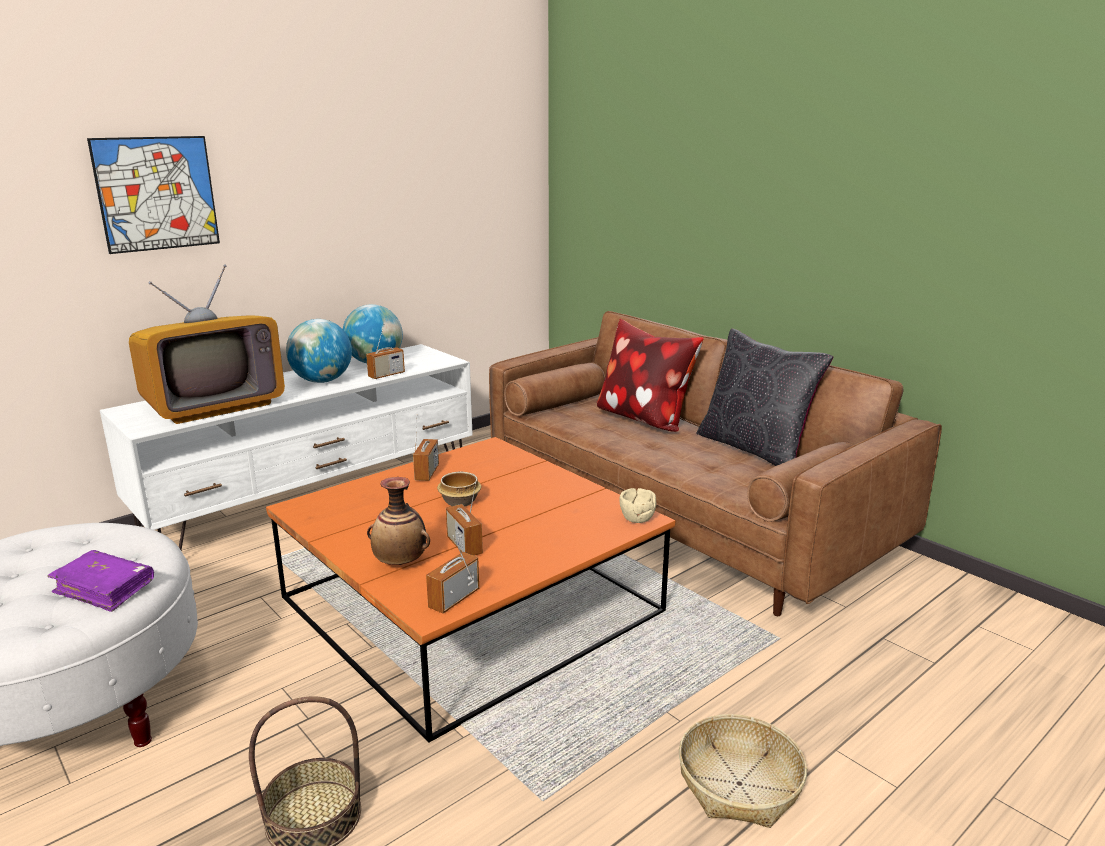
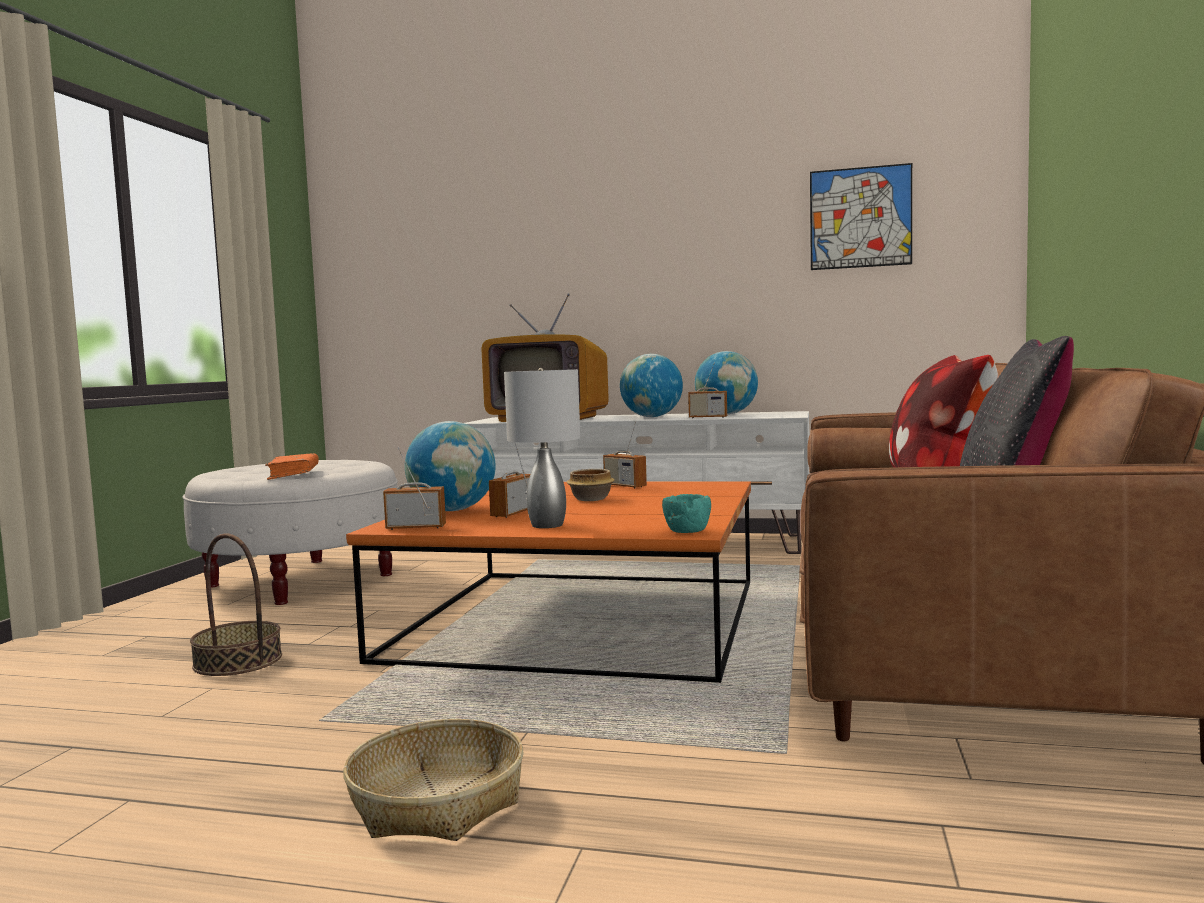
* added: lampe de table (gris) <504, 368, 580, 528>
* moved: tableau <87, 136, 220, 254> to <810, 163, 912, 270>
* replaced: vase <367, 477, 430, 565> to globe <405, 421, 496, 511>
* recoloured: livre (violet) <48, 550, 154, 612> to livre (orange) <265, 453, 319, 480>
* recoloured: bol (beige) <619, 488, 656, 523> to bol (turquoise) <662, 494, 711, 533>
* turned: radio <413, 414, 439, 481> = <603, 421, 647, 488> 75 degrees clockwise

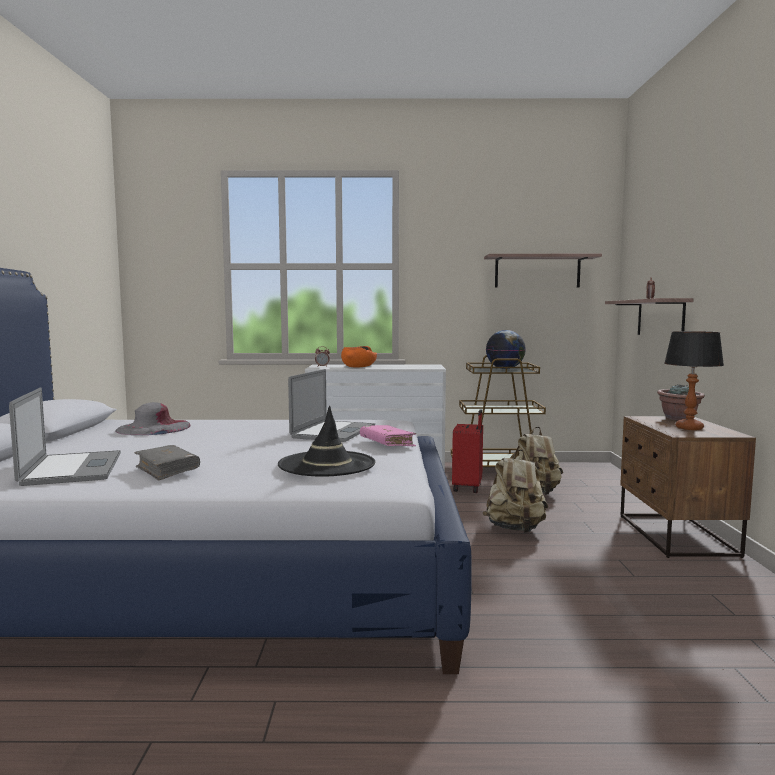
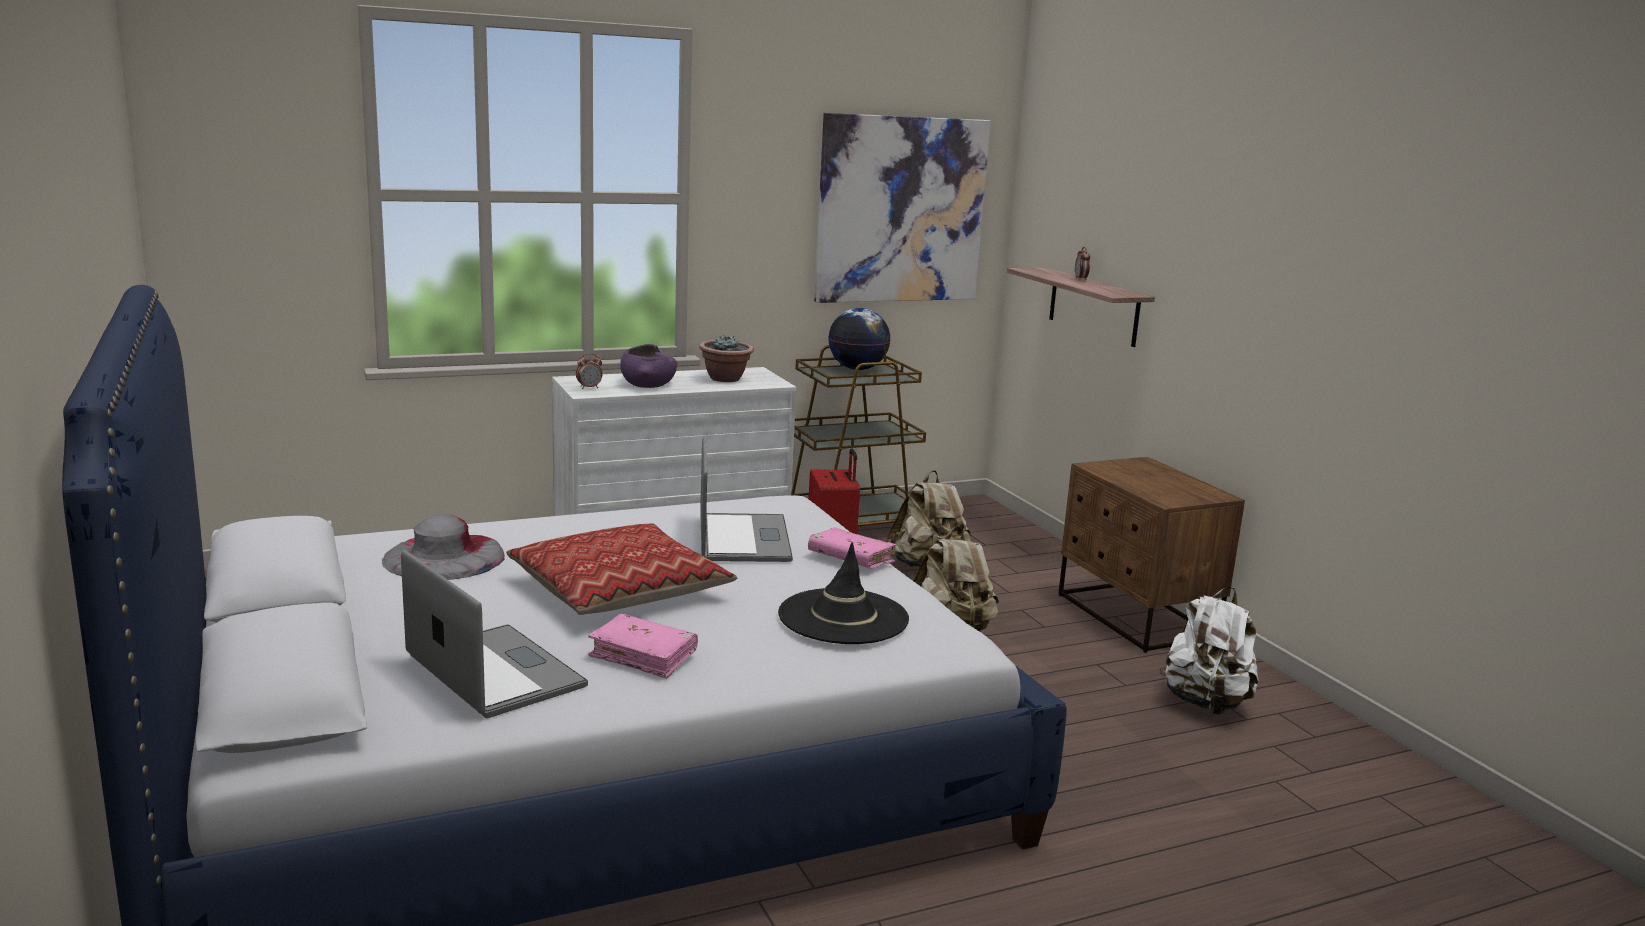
* removed: lampe de table <664, 331, 724, 430>
* added: coussin <506, 523, 737, 615>
* added: sac à dos (blanc) <1160, 587, 1259, 714>
* moved: plante en pot <657, 385, 705, 420> to <699, 335, 754, 382>
* replaced: étagère <484, 254, 602, 288> to tableau <814, 113, 991, 303>
* recoloured: livre (gris) <135, 445, 200, 481> to livre (rose) <588, 614, 698, 679>
* recoloured: bol (orange) <341, 346, 377, 367> to bol (violet) <620, 344, 677, 388>

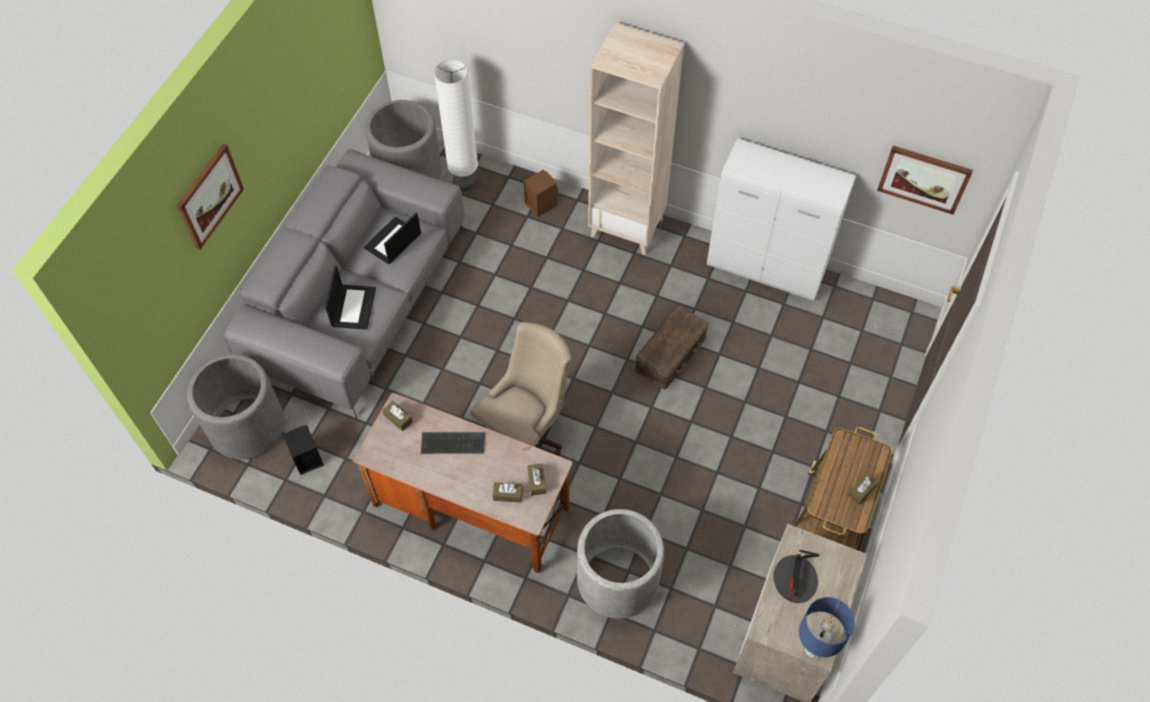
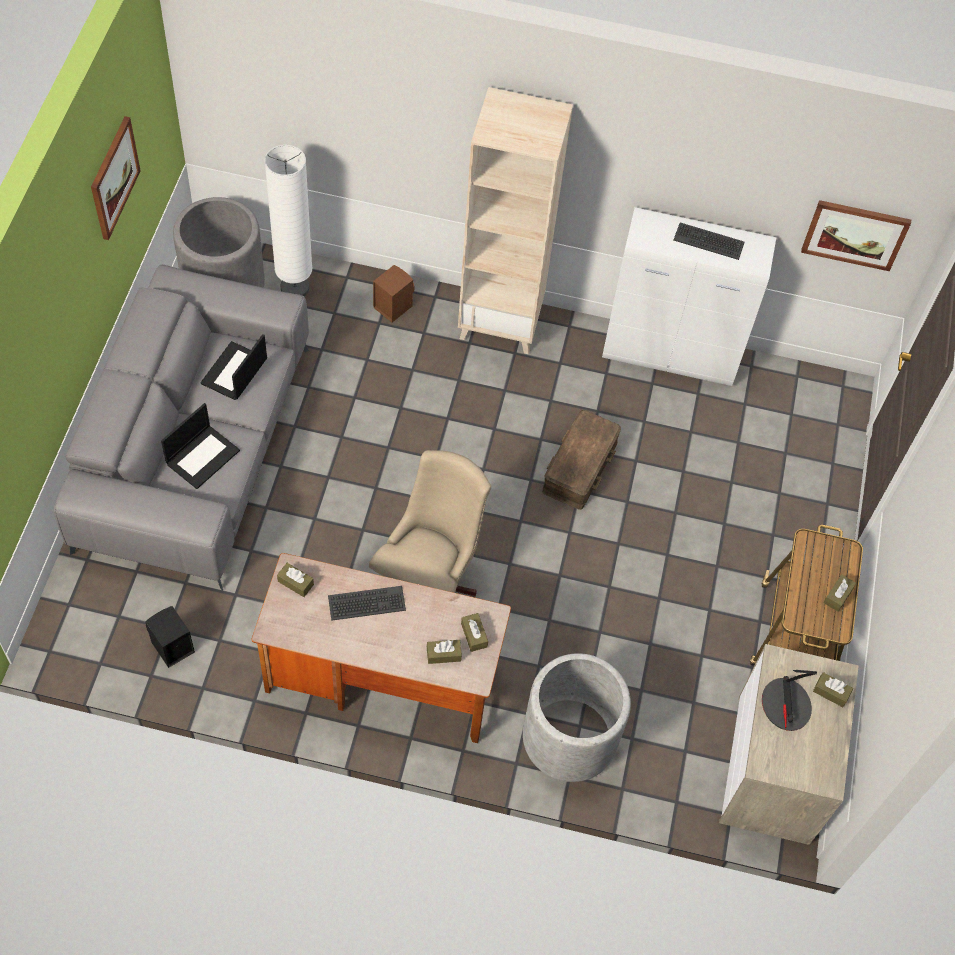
* removed: cache-pot (gris) <187, 354, 285, 460>
* removed: lampe de table (bleu) <799, 597, 855, 658>
* added: clavier <674, 222, 745, 260>
* added: boîte à mouchoirs (marron) <813, 672, 853, 707>
* moved: tableau <177, 144, 244, 250> to <91, 116, 141, 240>
* turned: ordinateur portable <325, 266, 376, 330> = <161, 403, 240, 489> 45 degrees clockwise

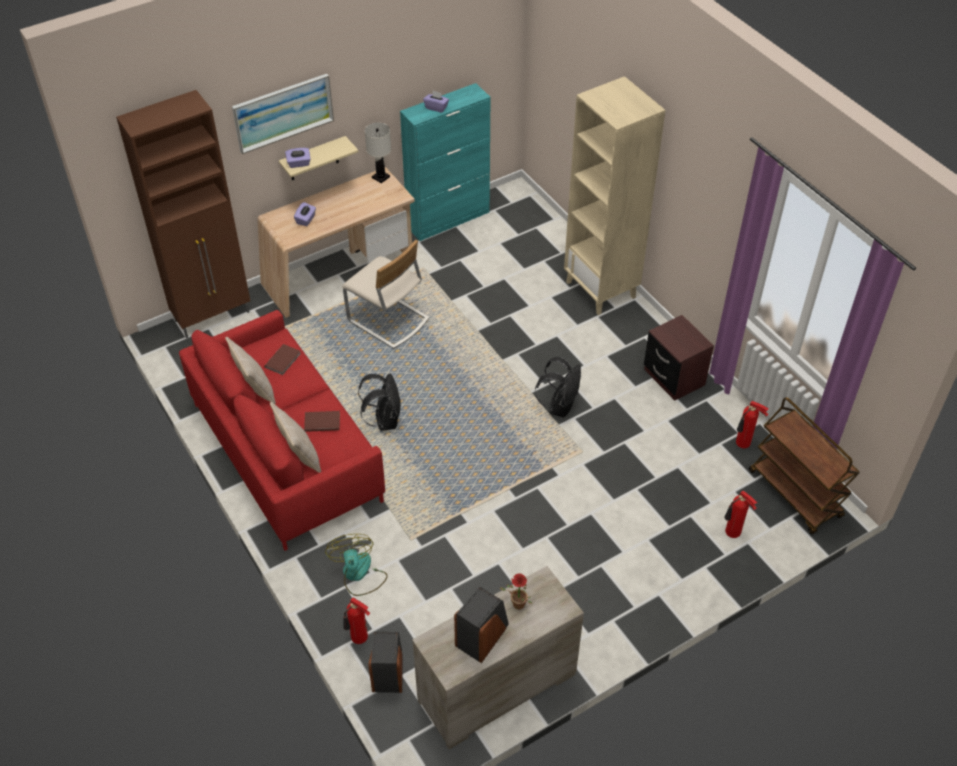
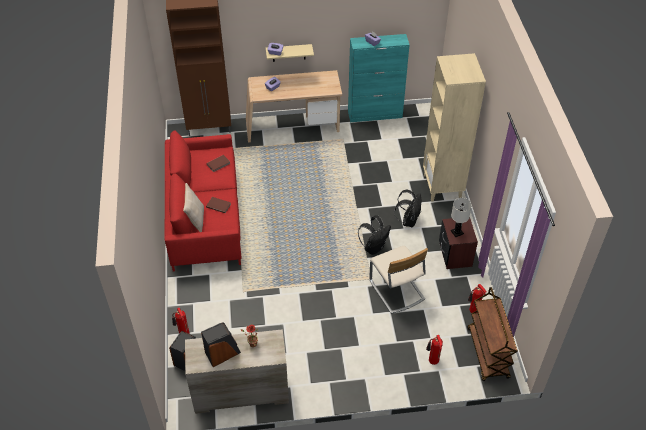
* removed: coussin (beige) <225, 337, 276, 404>
* removed: tableau <232, 74, 334, 154>
* removed: ventilateur <325, 534, 388, 596>
* moved: chaise (beige) <342, 240, 429, 349> to <369, 246, 428, 314>
* moved: sac à dos (noir) <358, 373, 401, 431> to <394, 189, 421, 227>
* moved: lampe de table (blanc) <365, 123, 391, 183> to <451, 198, 472, 237>

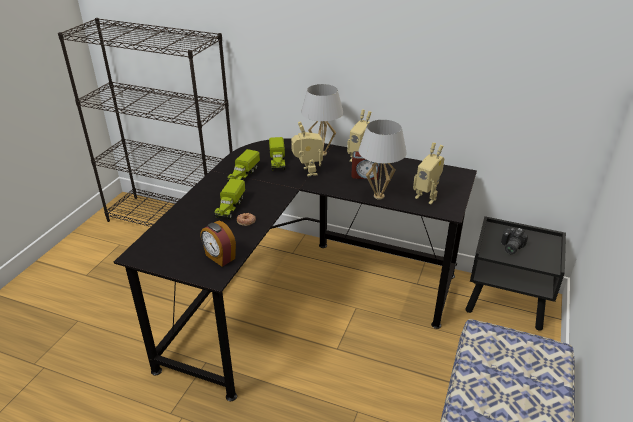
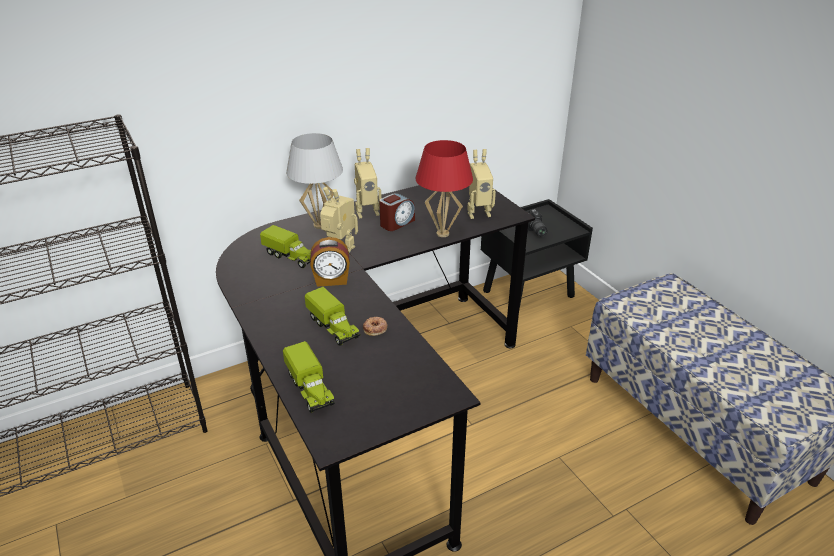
* moved: réveil <201, 221, 236, 267> to <310, 237, 350, 287>
* moved: camion jouet <227, 149, 260, 181> to <283, 341, 335, 413>
* recoloured: lampe de table (blanc) <358, 120, 407, 200> to lampe de table (rouge) <416, 140, 473, 237>

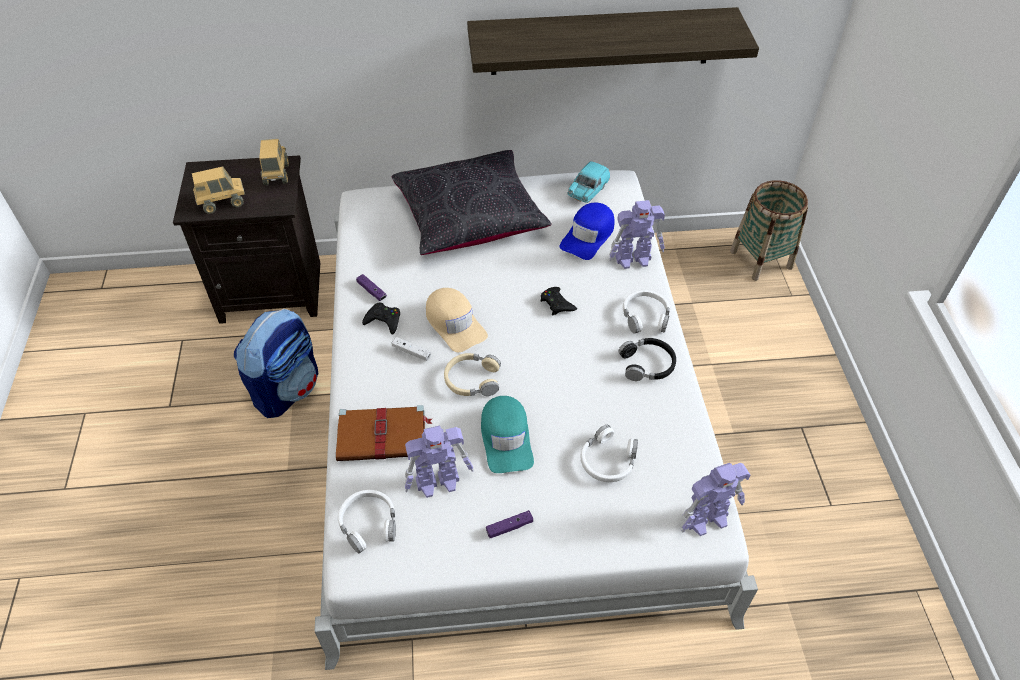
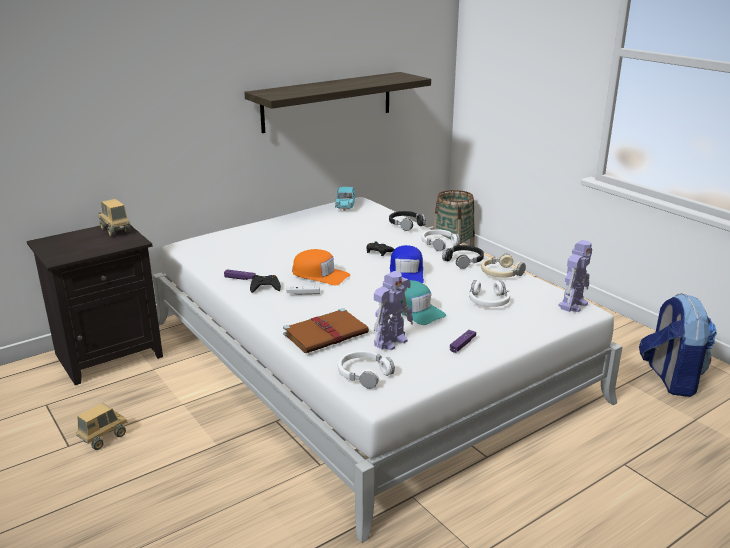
* removed: coussin (noir) <392, 150, 552, 255>
* moved: camion jouet <192, 167, 245, 214> to <76, 403, 127, 450>
* moved: sac à dos <234, 309, 319, 418> to <639, 293, 717, 397>
* moved: casque audio (beige) <444, 353, 501, 396> to <481, 254, 526, 278>
* moved: casquette (bleu) <560, 203, 615, 260> to <390, 245, 424, 283>
* replaced: robot jouet <609, 200, 665, 269> to casque audio (noir) <389, 211, 426, 231>
* recoloured: casquette (beige) <426, 288, 488, 353> to casquette (orange) <292, 249, 350, 285>

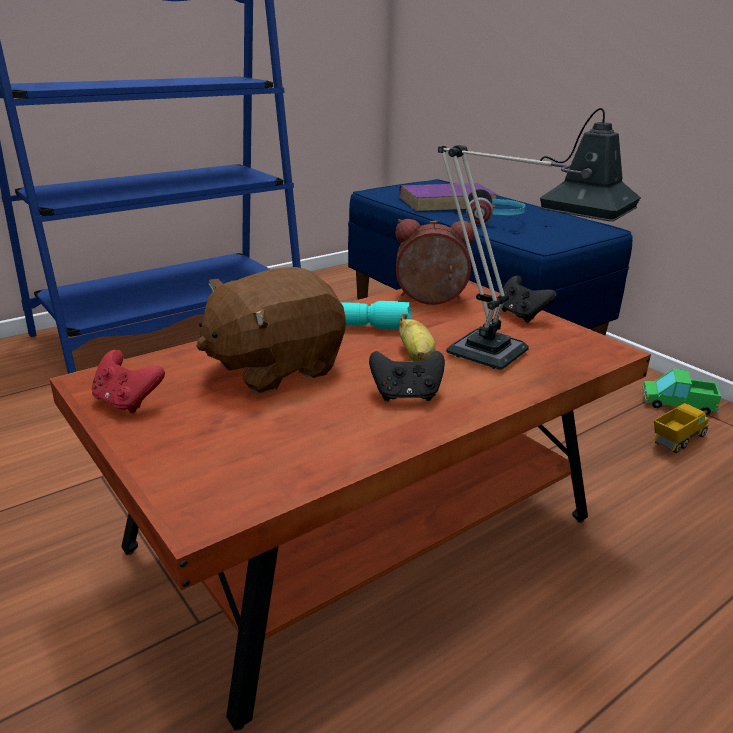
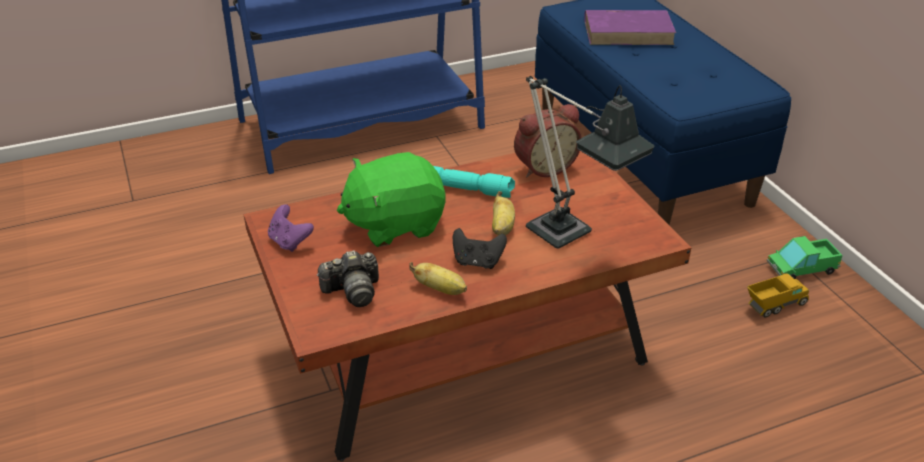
* removed: casque audio <466, 188, 525, 224>
* removed: manette (noir) <502, 276, 557, 323>
* added: appareil photo <317, 250, 379, 307>
* added: banane <409, 262, 467, 295>
* recoloured: manette (rouge) <91, 349, 165, 413> to manette (violet) <268, 204, 314, 252>
* recoloured: peluche (marron) <196, 267, 346, 394> to peluche (vert) <337, 152, 446, 247>
* turned: réveil <395, 219, 475, 305> = <514, 104, 581, 178> 135 degrees clockwise
* turned: camion jouet <643, 369, 721, 416> = <767, 236, 842, 279> 45 degrees counterclockwise

